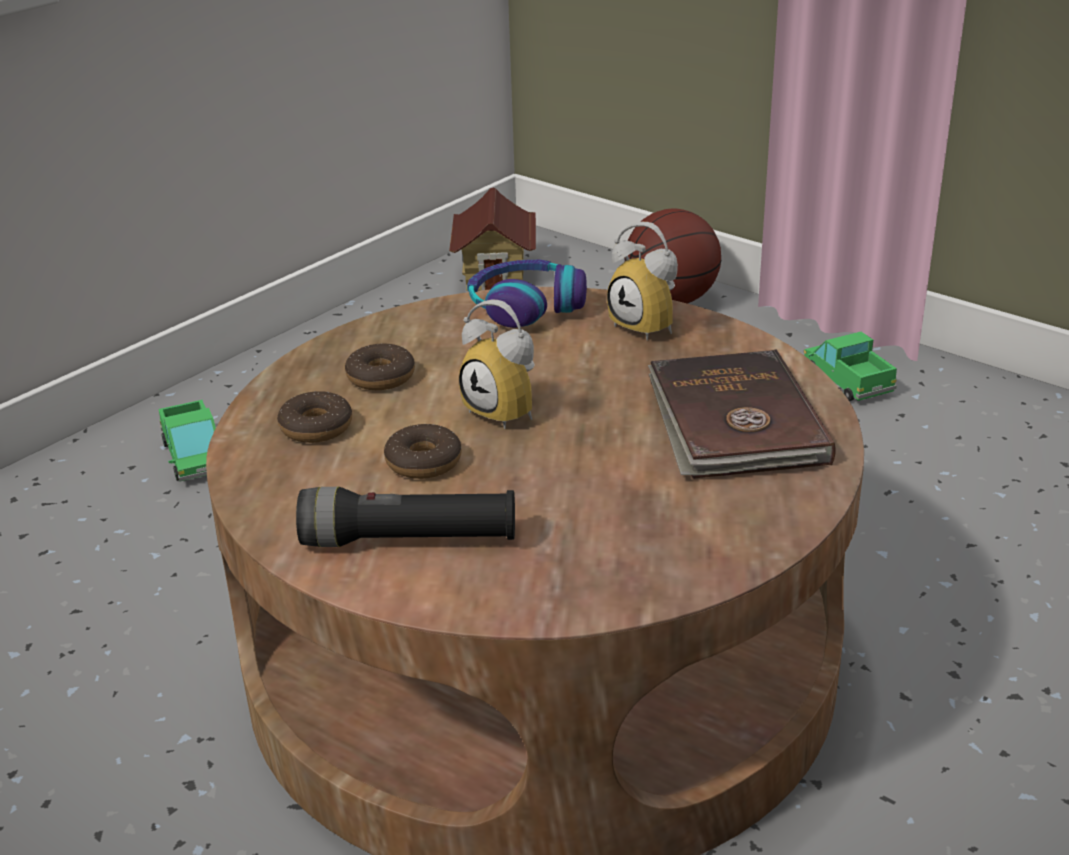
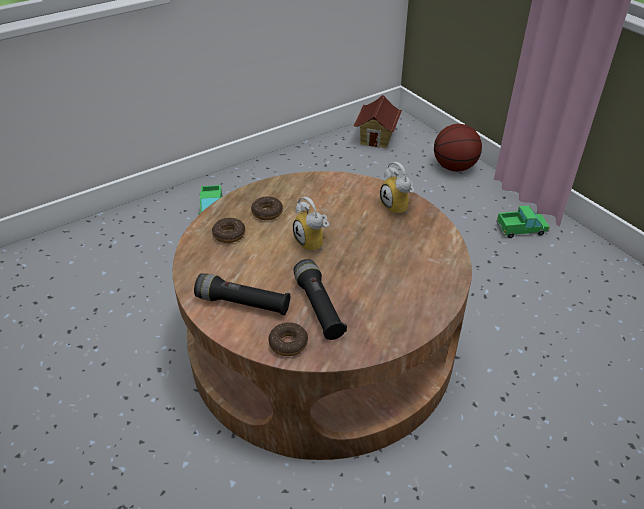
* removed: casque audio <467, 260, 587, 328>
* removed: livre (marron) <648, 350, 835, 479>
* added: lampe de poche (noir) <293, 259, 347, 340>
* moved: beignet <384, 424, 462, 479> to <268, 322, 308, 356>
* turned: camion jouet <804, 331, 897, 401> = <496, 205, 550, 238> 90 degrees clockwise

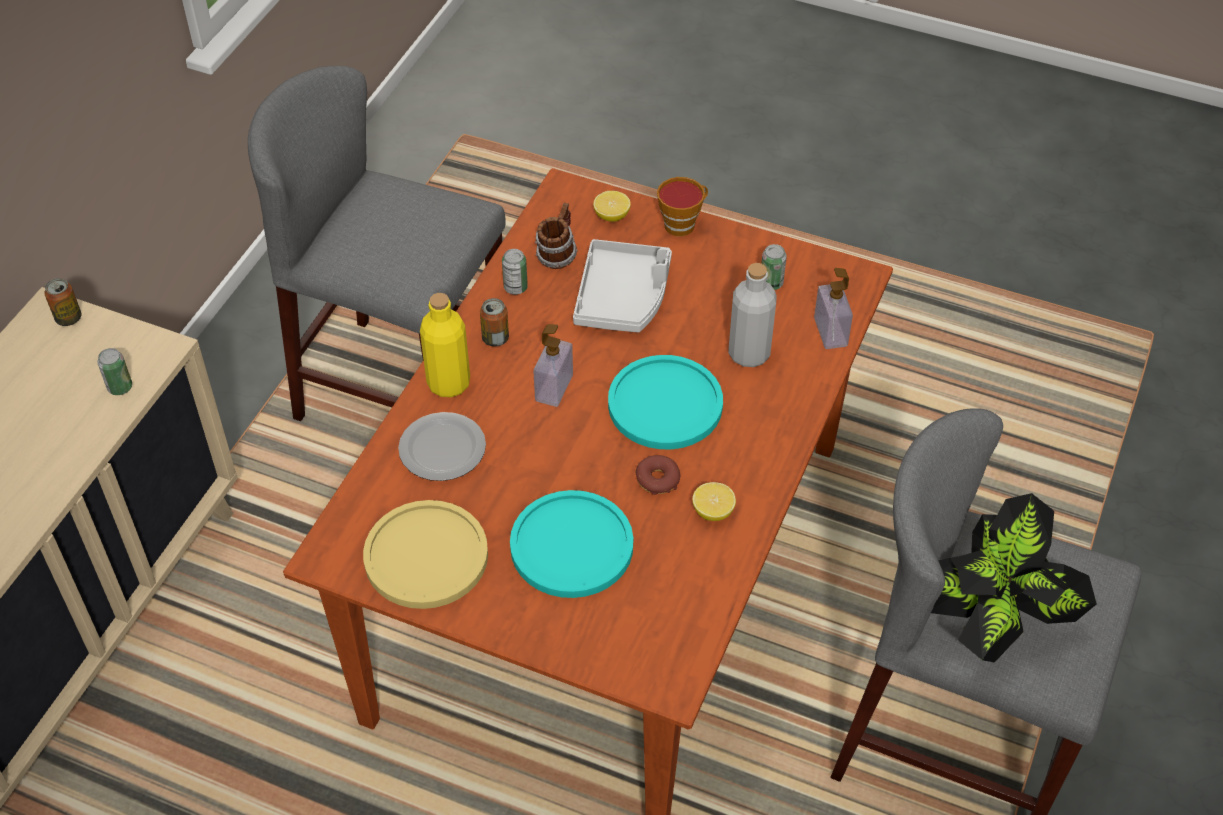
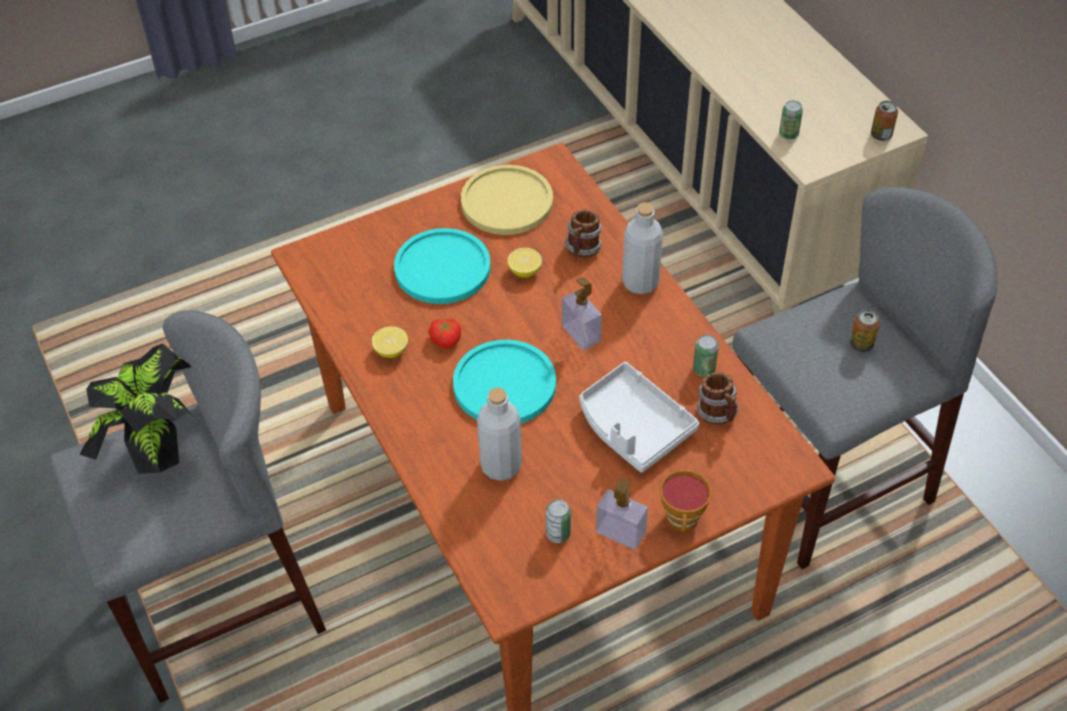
* moved: boîte métallique <480, 298, 509, 347> to <850, 309, 880, 352>
* moved: citron <593, 191, 631, 222> to <507, 248, 542, 278>
* moved: distributeur de savon <814, 268, 853, 349> to <596, 478, 648, 550>
* replaced: assiette <398, 412, 486, 481> to mug <564, 210, 602, 258>
* replaced: beignet <636, 455, 680, 495> to tomate <428, 319, 461, 349>
* recoloured: bouteille (jaune) <420, 293, 470, 397> to bouteille (gris) <622, 202, 663, 294>

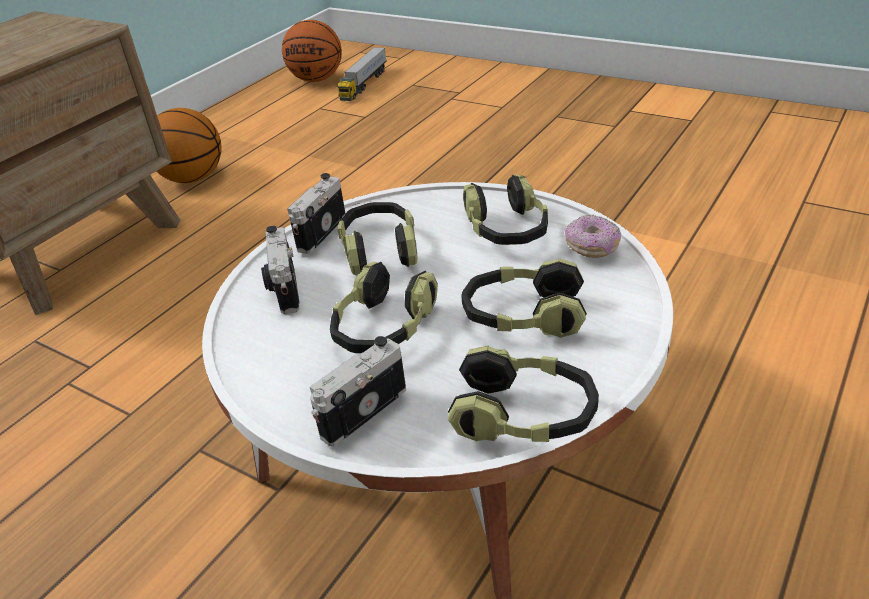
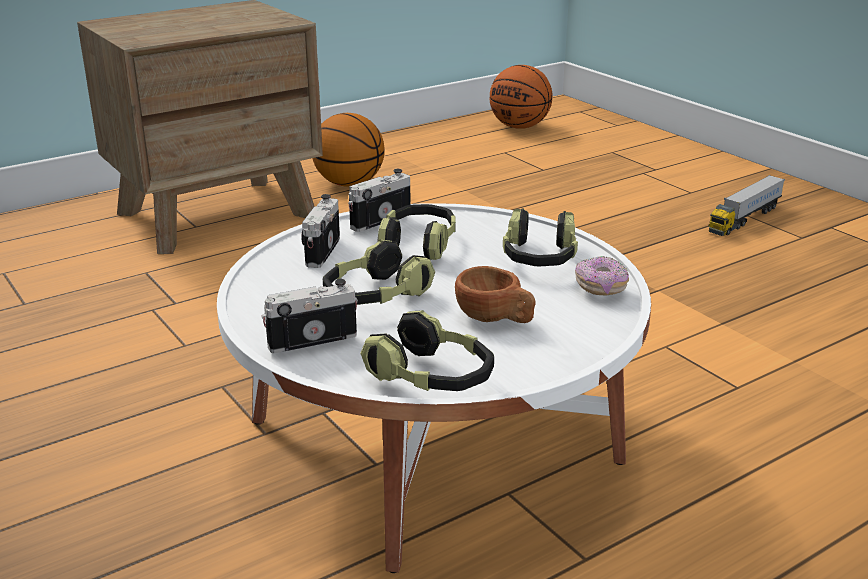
* moved: camion jouet <337, 47, 387, 101> to <708, 175, 785, 236>
* replaced: casque audio <461, 258, 587, 338> to tasse (marron) <455, 266, 536, 323>

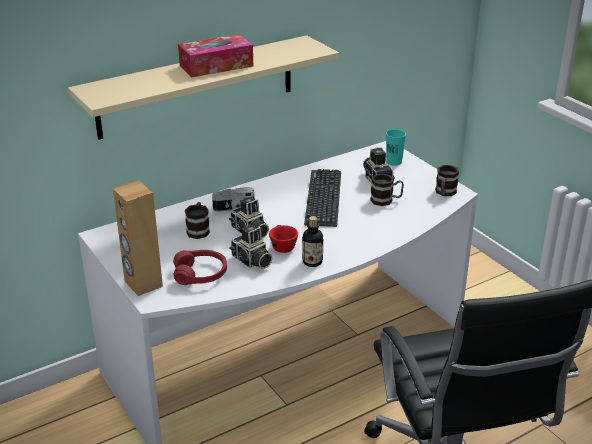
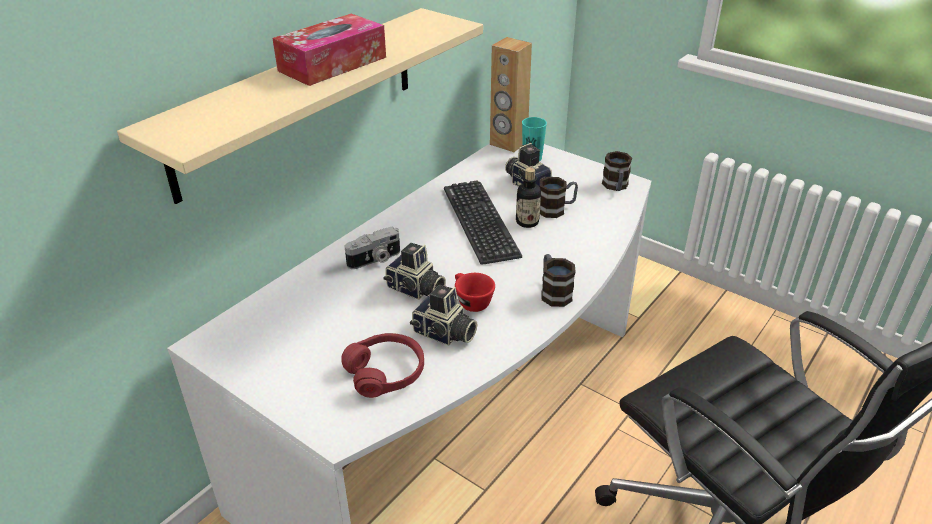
* moved: enceinte (marron) <113, 180, 163, 296> to <490, 37, 532, 152>
* moved: mug <185, 202, 210, 239> to <541, 254, 576, 307>
* moved: bouteille <302, 216, 323, 267> to <516, 168, 541, 228>

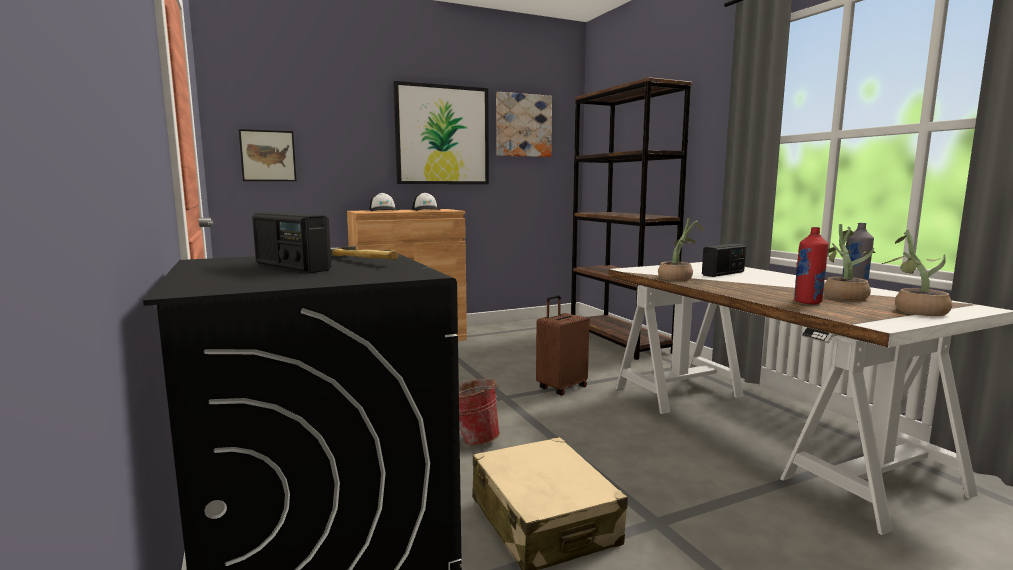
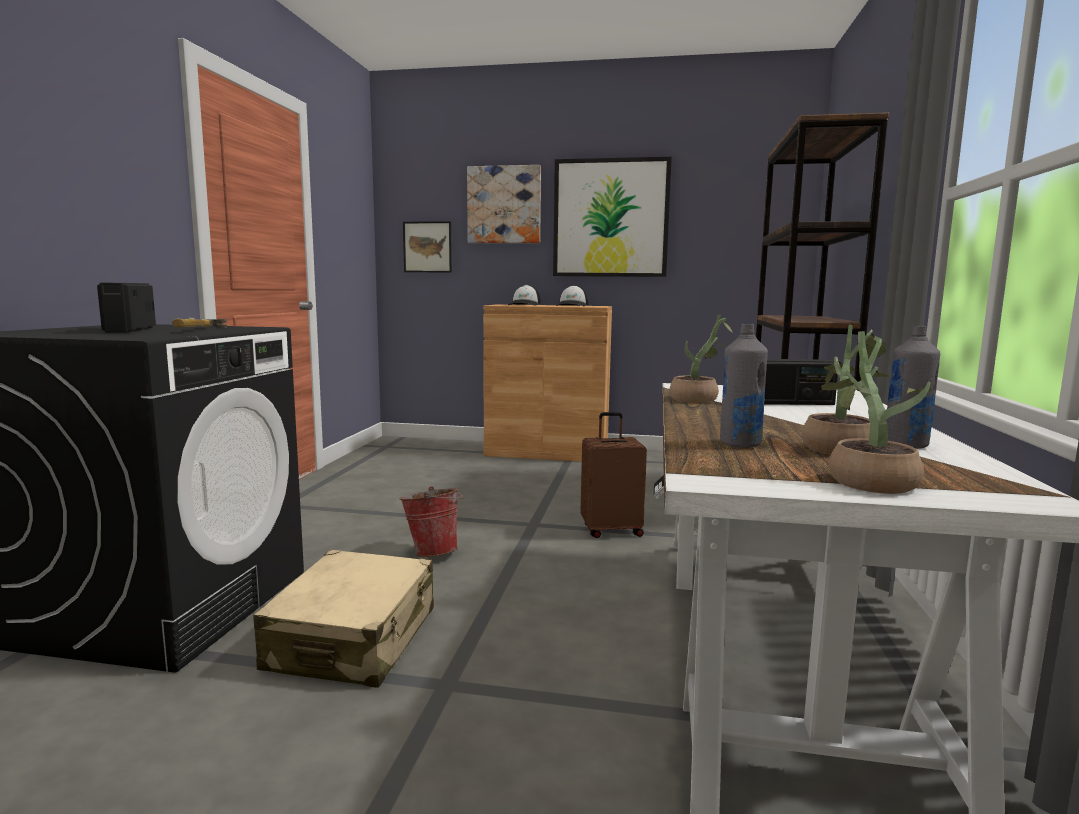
* moved: tableau <496, 92, 552, 157> to <467, 165, 541, 243>
* recoloured: bouteille (rouge) <794, 227, 829, 304> to bouteille (gris) <720, 324, 768, 448>

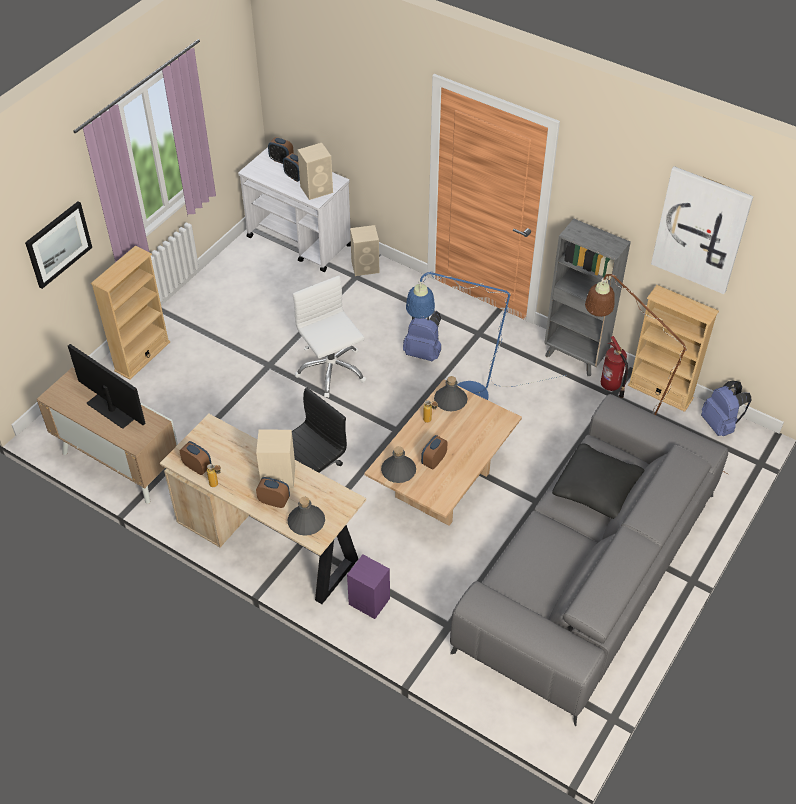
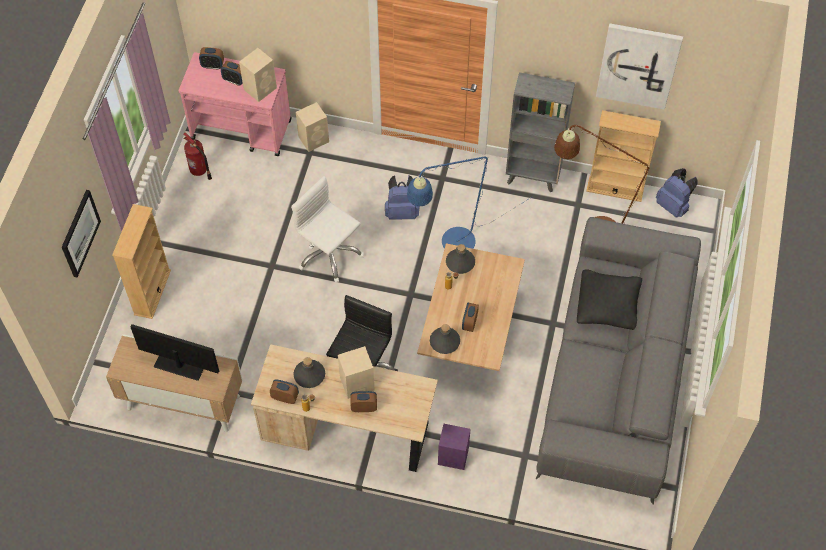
* moved: bouteille (gris) <288, 497, 325, 536> to <293, 357, 325, 388>
* moved: extincteur <601, 336, 628, 398> to <183, 132, 212, 180>
* recoloured: chariot (blanc) <238, 147, 351, 272> to chariot (rose) <179, 52, 292, 156>

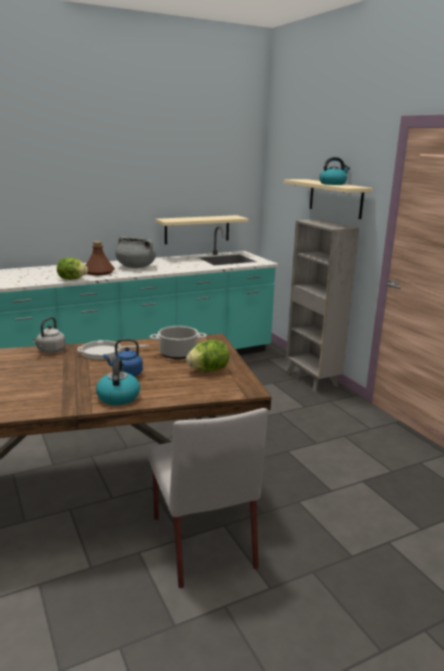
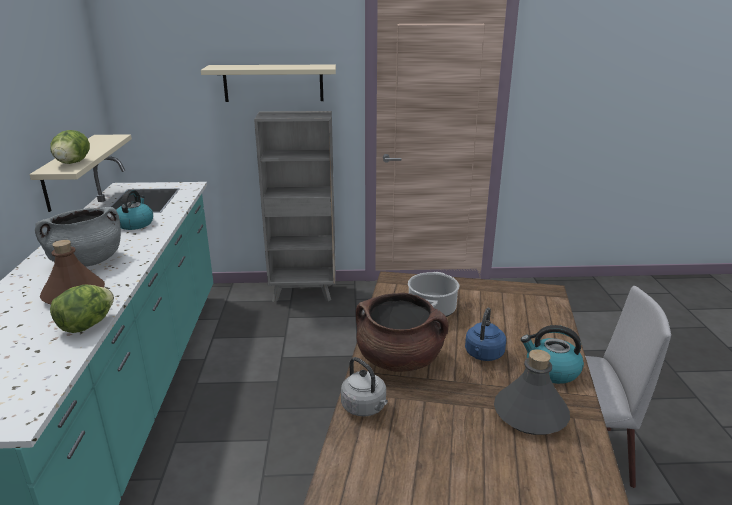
* added: bouteille (gris) <494, 349, 570, 435>
* moved: laitue <186, 340, 229, 372> to <50, 130, 90, 164>
* moved: bouilloire <319, 157, 350, 185> to <116, 190, 153, 230>
* replaced: poêle <78, 340, 149, 360> to marmite (marron) <356, 293, 448, 372>

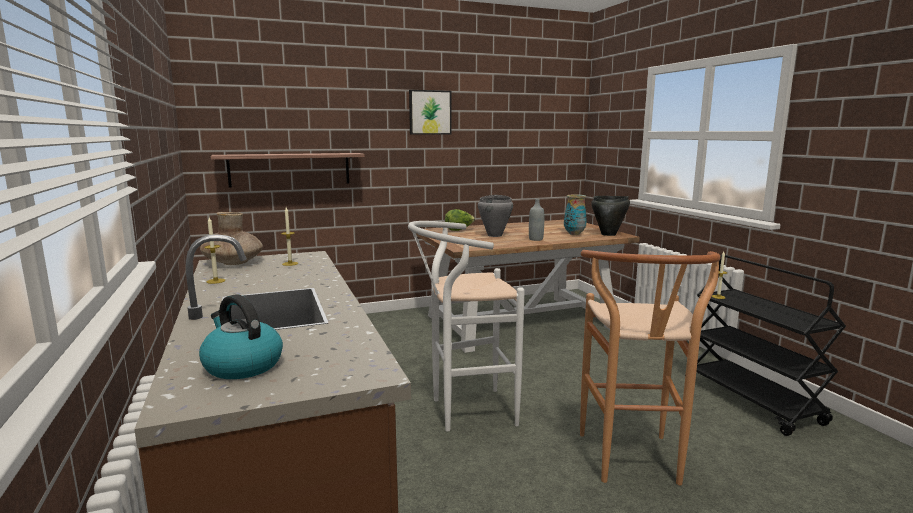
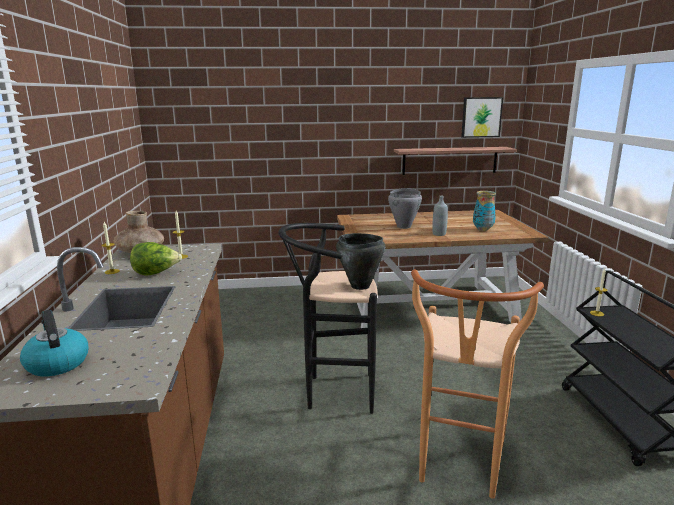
* moved: étagère <211, 153, 365, 187> to <394, 147, 517, 175>
* moved: tableau <409, 90, 452, 135> to <461, 97, 503, 138>
* moved: laitue <445, 209, 475, 231> to <130, 242, 182, 275>
* moved: marmite (noir) <591, 196, 630, 236> to <336, 233, 385, 290>
* recoloured: tabouret (blanc) <408, 221, 525, 432> to tabouret (noir) <278, 223, 377, 414>

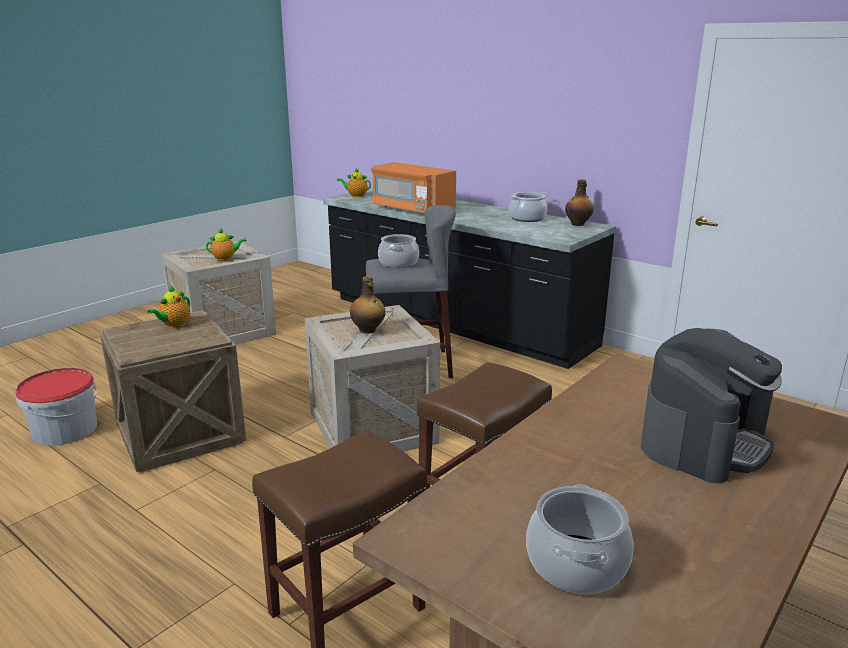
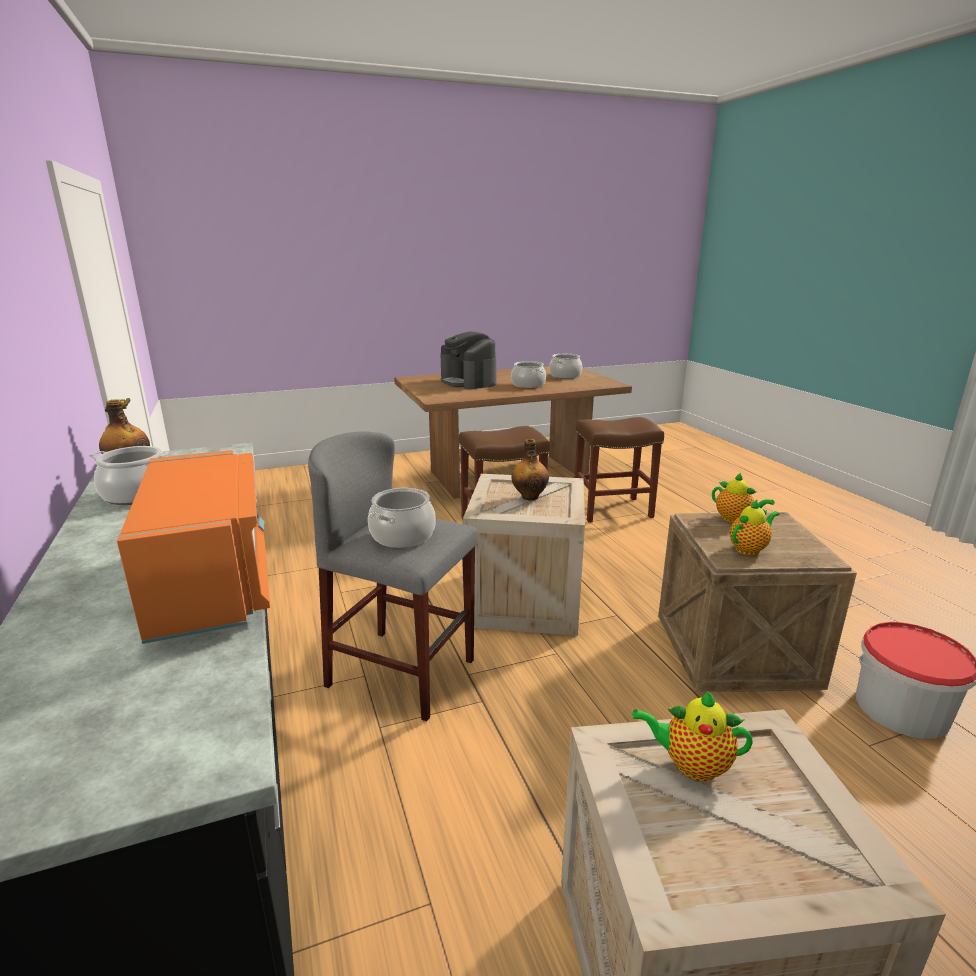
* added: marmite <511, 361, 546, 388>
* moved: théière <337, 168, 371, 198> to <712, 473, 775, 523>
* turned: machine à café <641, 328, 782, 483> = <441, 332, 496, 389> 105 degrees counterclockwise

